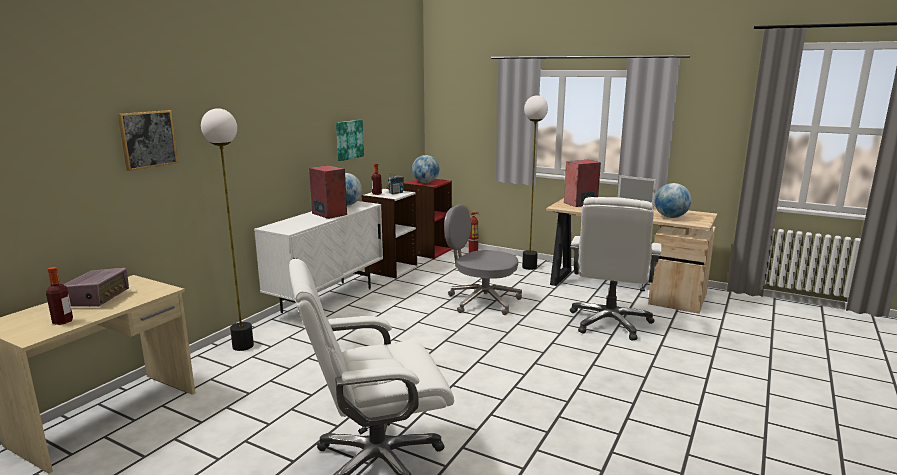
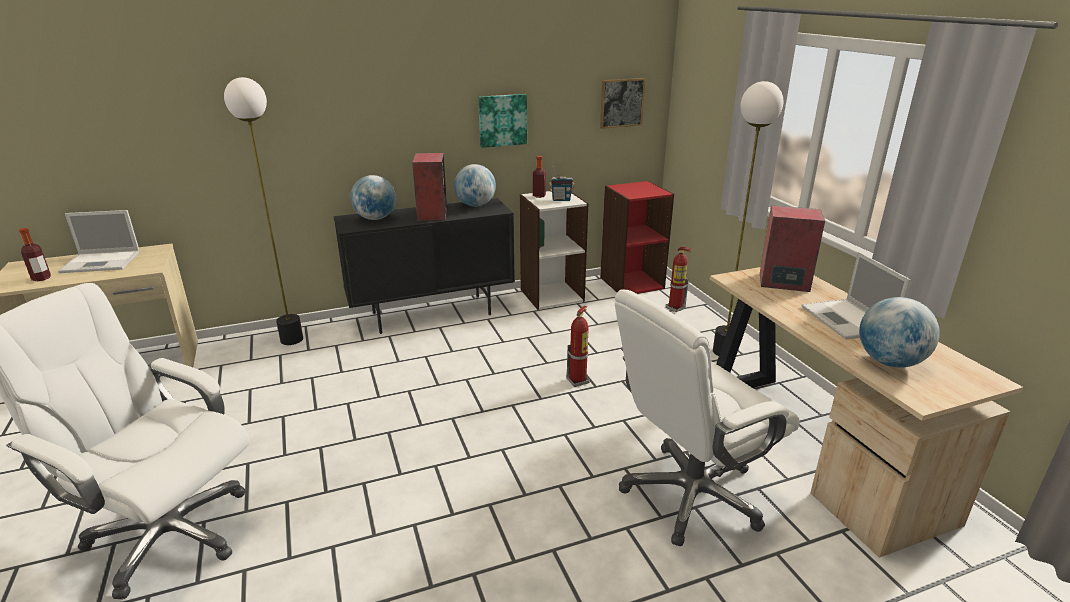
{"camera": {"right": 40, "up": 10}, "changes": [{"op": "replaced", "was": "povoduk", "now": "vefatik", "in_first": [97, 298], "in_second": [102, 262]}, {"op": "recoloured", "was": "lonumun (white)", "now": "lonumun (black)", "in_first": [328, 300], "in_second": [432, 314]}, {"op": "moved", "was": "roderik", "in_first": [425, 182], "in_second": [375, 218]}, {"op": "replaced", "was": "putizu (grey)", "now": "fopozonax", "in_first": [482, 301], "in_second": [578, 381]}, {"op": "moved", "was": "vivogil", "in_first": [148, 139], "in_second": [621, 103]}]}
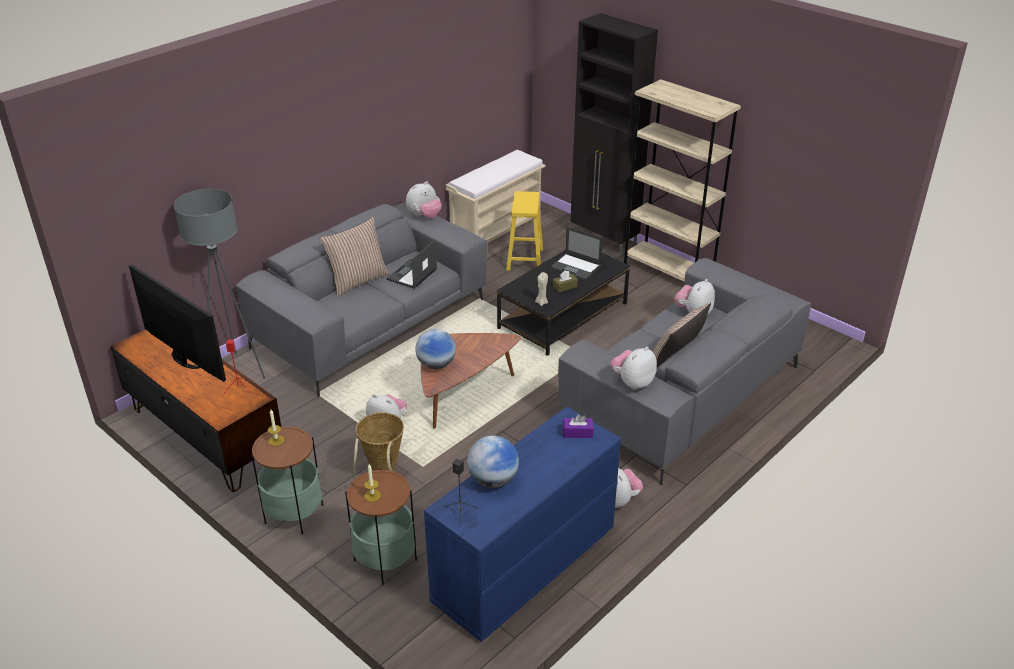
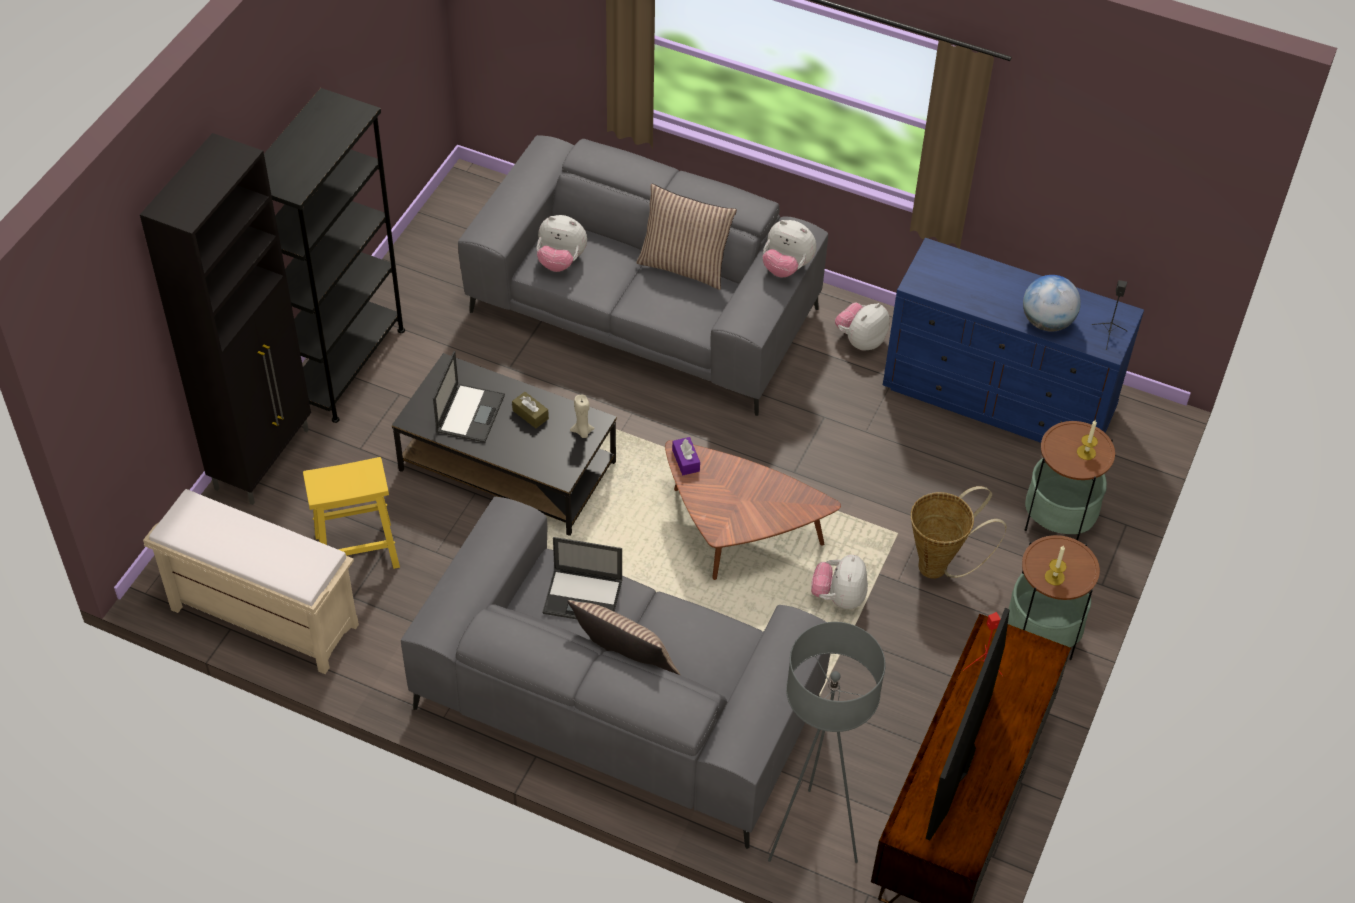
{"camera": {"right": -110, "up": 15}, "changes": [{"op": "recoloured", "was": "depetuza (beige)", "now": "depetuza (black)", "in_first": [667, 273], "in_second": [345, 365]}, {"op": "moved", "was": "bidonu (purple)", "in_first": [577, 432], "in_second": [685, 460]}, {"op": "removed", "was": "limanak", "in_first": [424, 216]}, {"op": "removed", "was": "roderik", "in_first": [436, 364]}]}
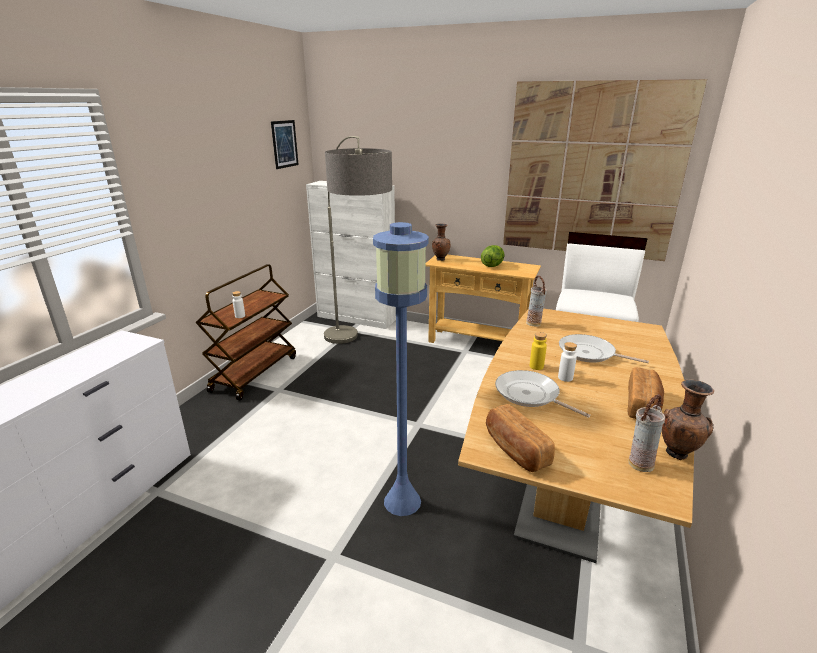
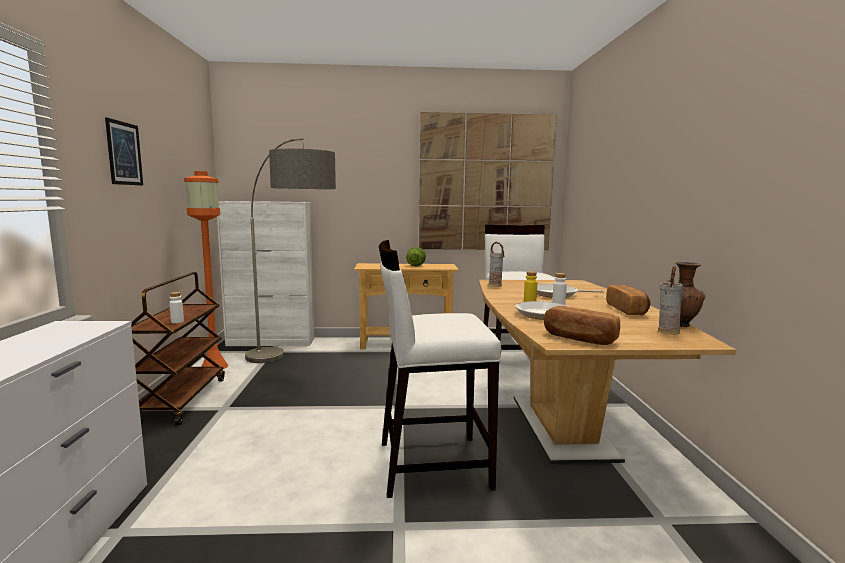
{"camera": {"right": -25, "up": -15}, "changes": [{"op": "moved", "was": "vivogil", "in_first": [284, 144], "in_second": [124, 153]}, {"op": "added", "now": "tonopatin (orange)", "in_second": [214, 366]}, {"op": "replaced", "was": "tonopatin (blue)", "now": "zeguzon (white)", "in_first": [402, 501], "in_second": [432, 464]}, {"op": "removed", "was": "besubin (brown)", "in_first": [440, 259]}]}
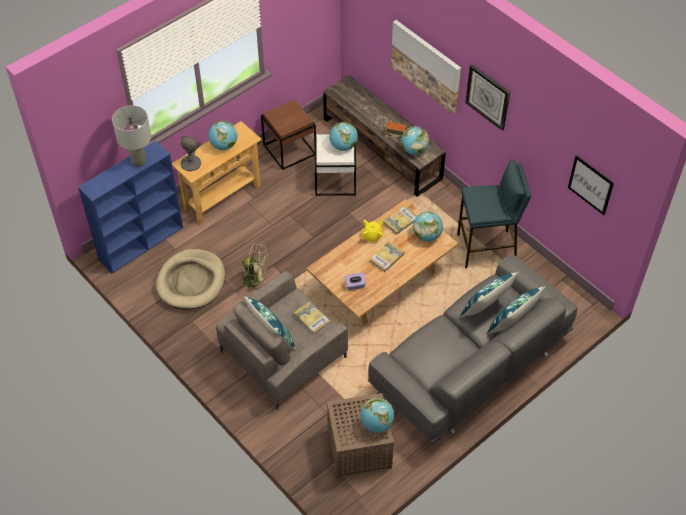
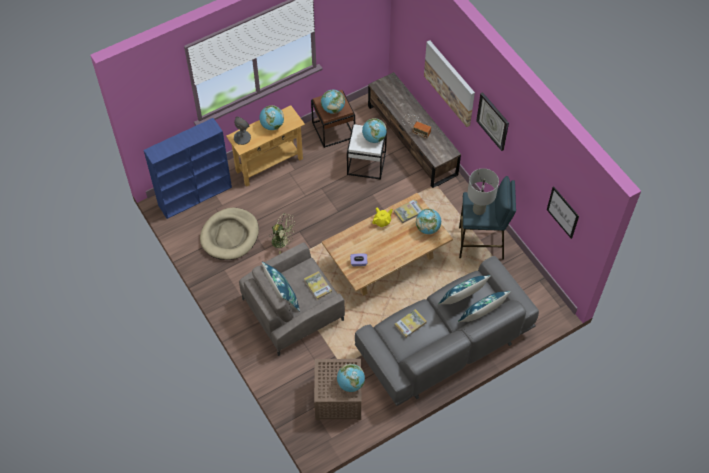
{"camera": {"right": 10, "up": 5}, "changes": [{"op": "moved", "was": "roderik", "in_first": [414, 150], "in_second": [333, 109]}, {"op": "moved", "was": "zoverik", "in_first": [387, 257], "in_second": [410, 324]}, {"op": "moved", "was": "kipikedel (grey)", "in_first": [139, 161], "in_second": [479, 210]}]}
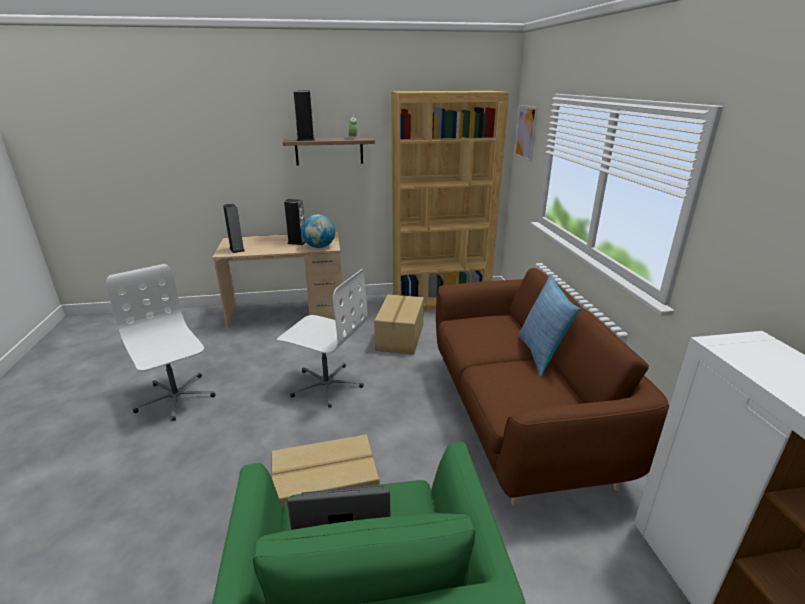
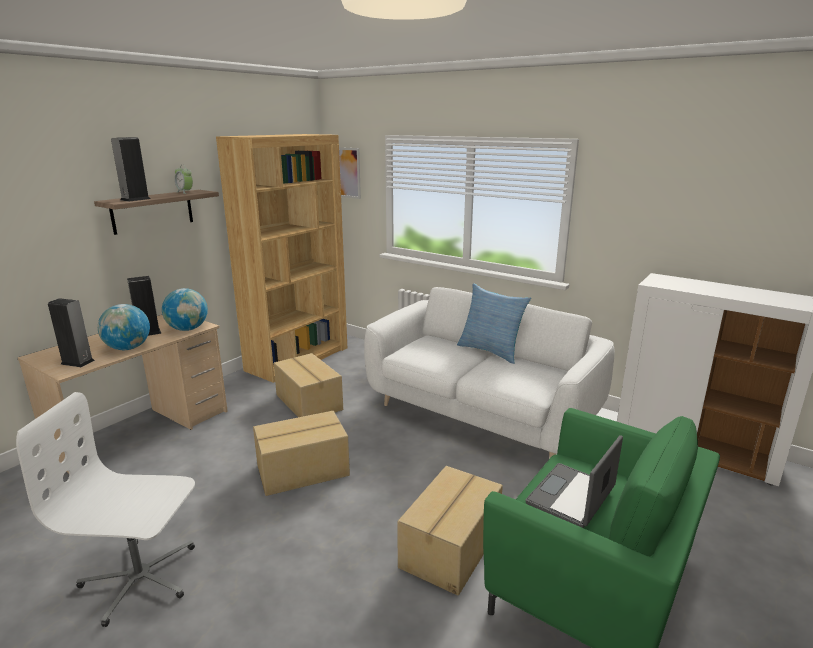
{"camera": {"right": -45, "up": -5}, "changes": [{"op": "added", "now": "roderik", "in_second": [128, 348]}, {"op": "replaced", "was": "putizu (white)", "now": "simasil", "in_first": [326, 385], "in_second": [303, 471]}, {"op": "recoloured", "was": "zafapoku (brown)", "now": "zafapoku (white)", "in_first": [519, 417], "in_second": [481, 414]}]}
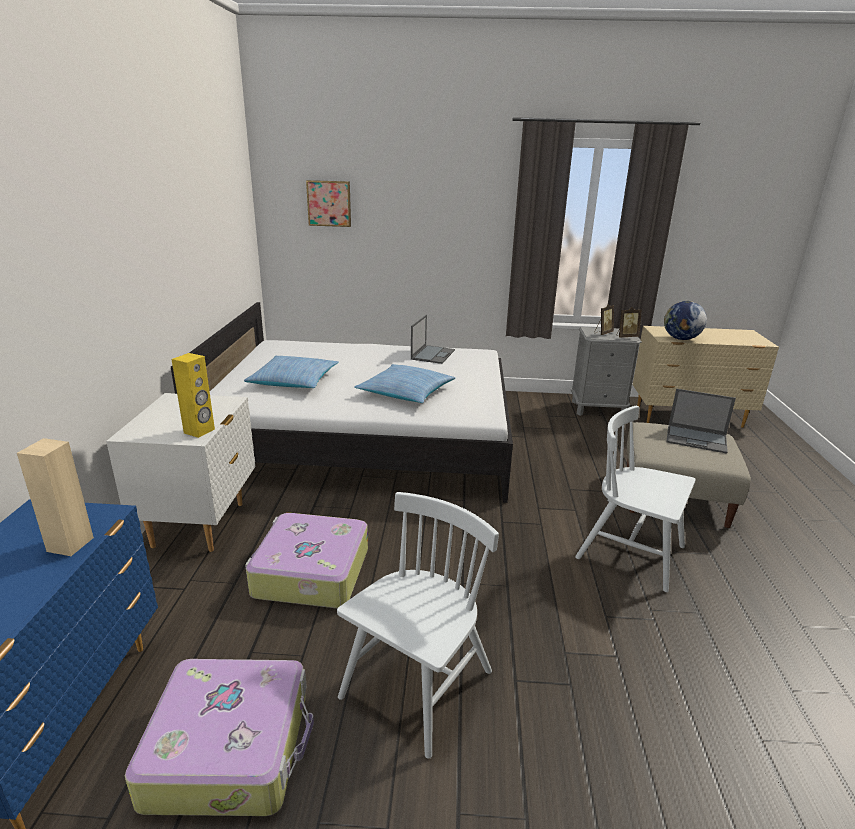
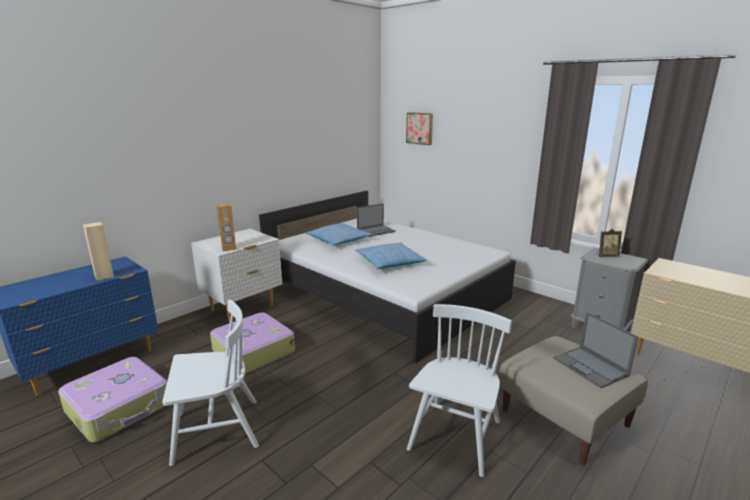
{"camera": {"right": 40, "up": -5}, "changes": [{"op": "recoloured", "was": "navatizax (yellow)", "now": "navatizax (brown)", "in_first": [199, 431], "in_second": [229, 248]}, {"op": "moved", "was": "vefatik", "in_first": [433, 354], "in_second": [376, 231]}, {"op": "turned", "was": "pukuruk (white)", "in_first": [631, 553], "in_second": [455, 436], "clockwise": 45}, {"op": "removed", "was": "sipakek", "in_first": [626, 336]}, {"op": "removed", "was": "roderik", "in_first": [680, 339]}]}
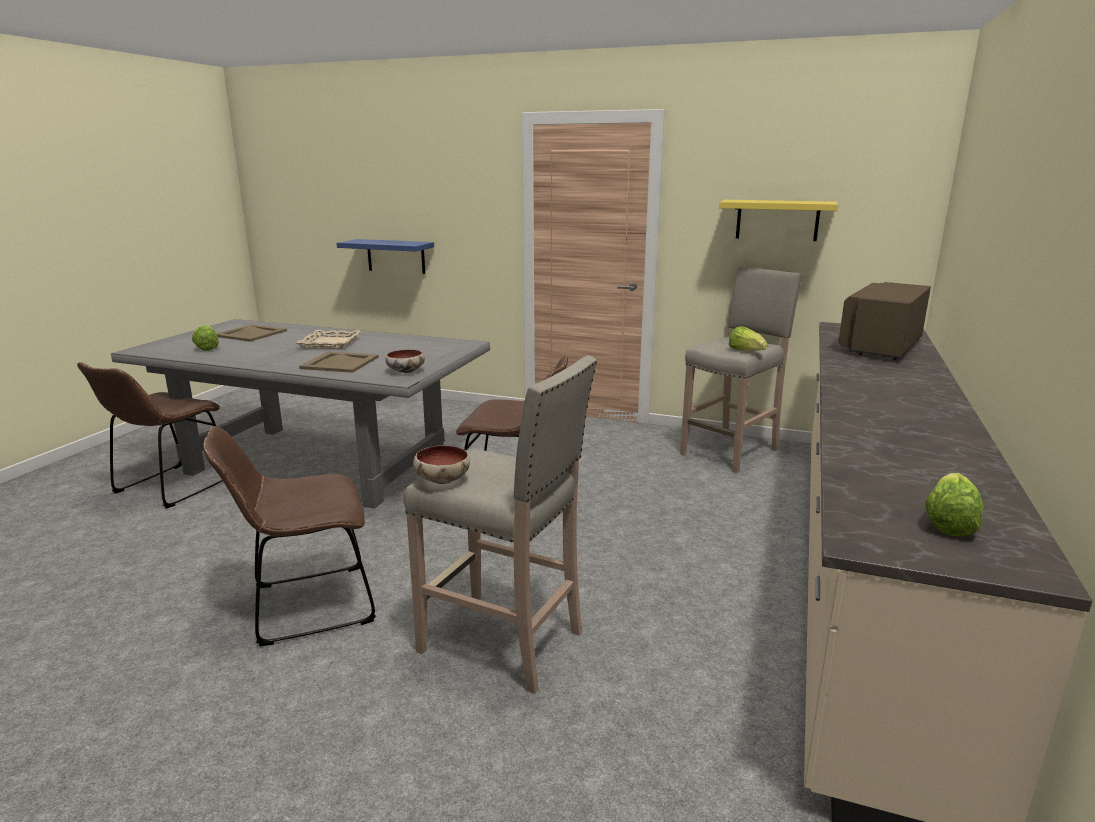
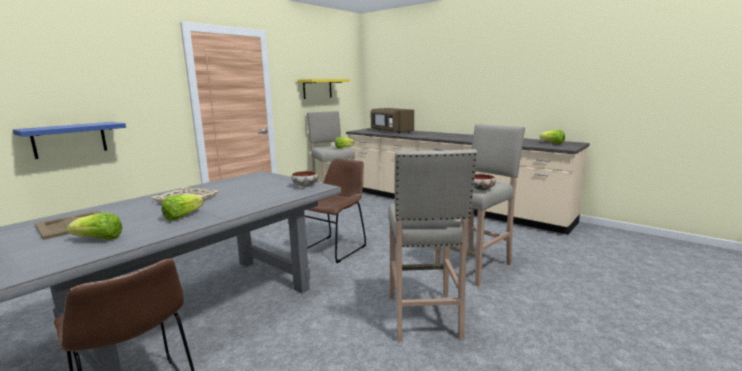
{"camera": {"right": -70, "up": -5}, "changes": [{"op": "added", "now": "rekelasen", "in_second": [182, 216]}, {"op": "replaced", "was": "pukuruk (brown)", "now": "zeguzon (beige)", "in_first": [305, 606], "in_second": [424, 317]}, {"op": "removed", "was": "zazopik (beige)", "in_first": [340, 362]}]}
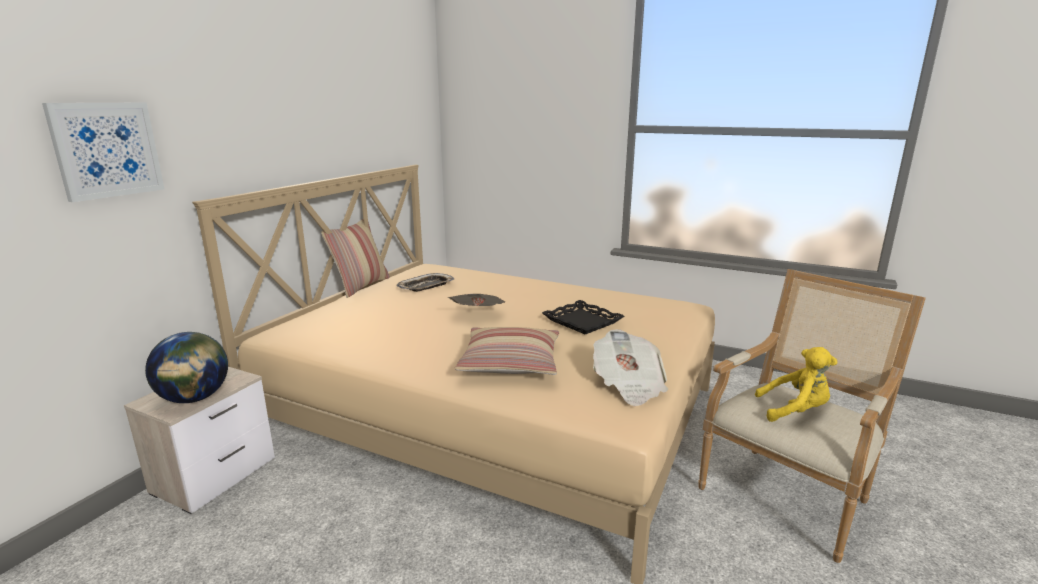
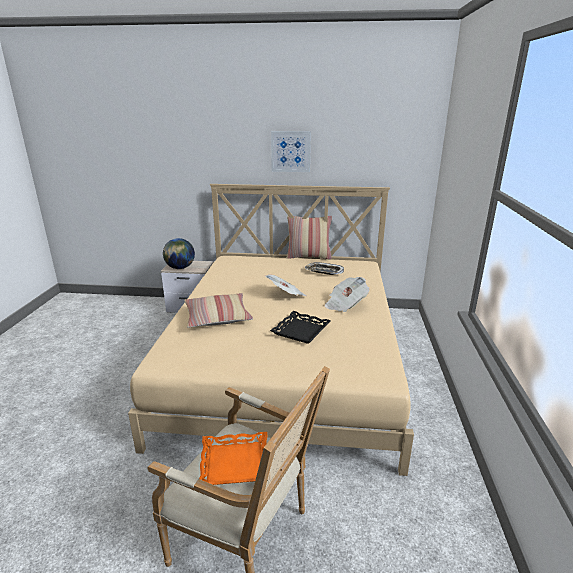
{"camera": {"right": 70, "up": 5}, "changes": [{"op": "replaced", "was": "limanak (yellow)", "now": "zazopik (orange)", "in_first": [794, 411], "in_second": [235, 464]}, {"op": "moved", "was": "vivogil", "in_first": [106, 150], "in_second": [291, 151]}, {"op": "moved", "was": "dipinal", "in_first": [628, 385], "in_second": [345, 304]}]}
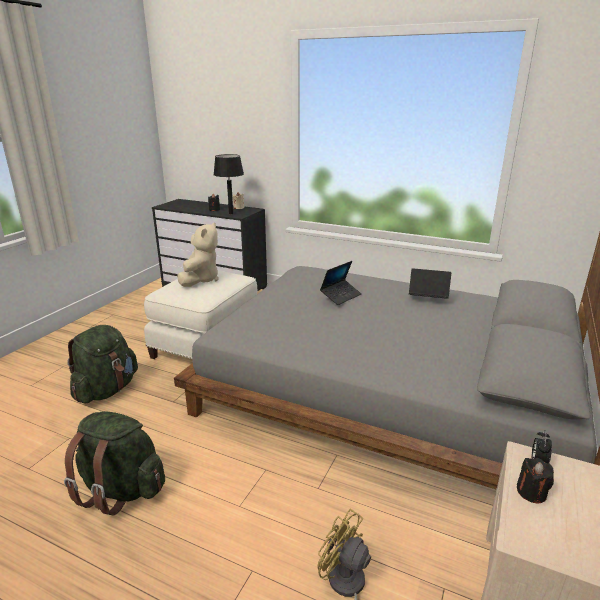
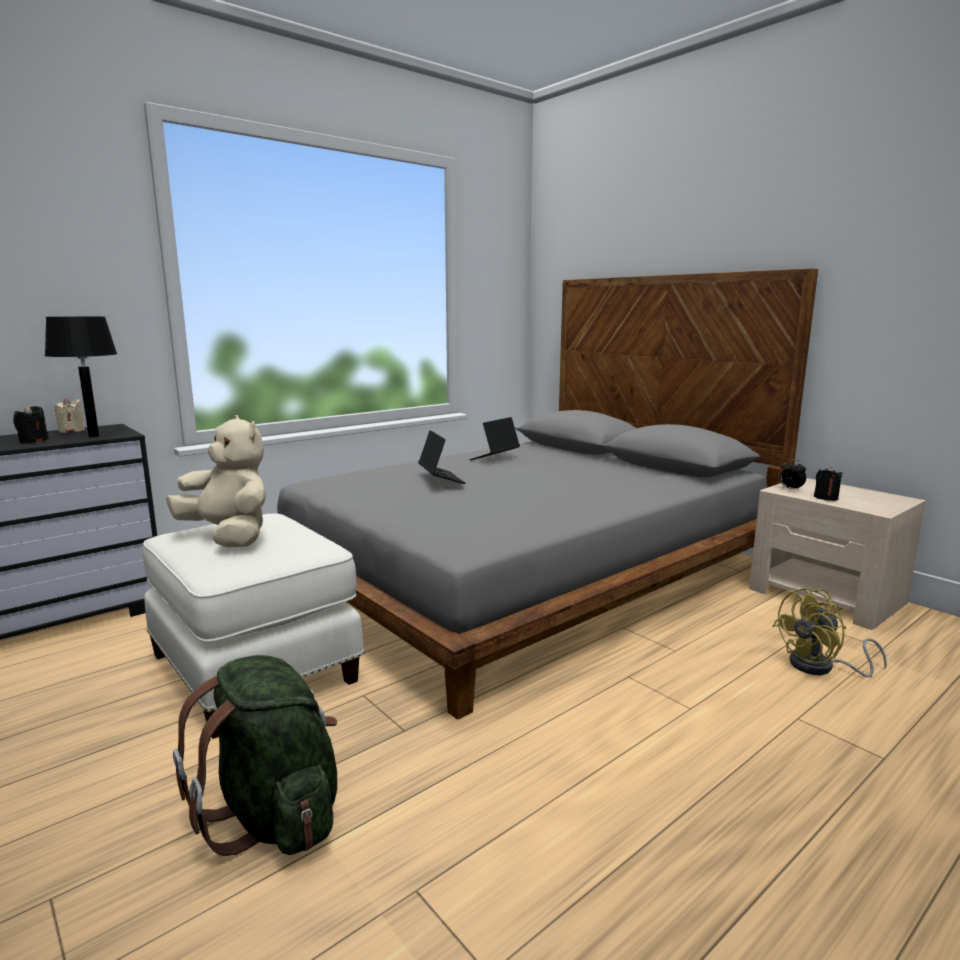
{"camera": {"right": -65, "up": -10}, "changes": [{"op": "removed", "was": "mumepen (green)", "in_first": [121, 489]}]}
